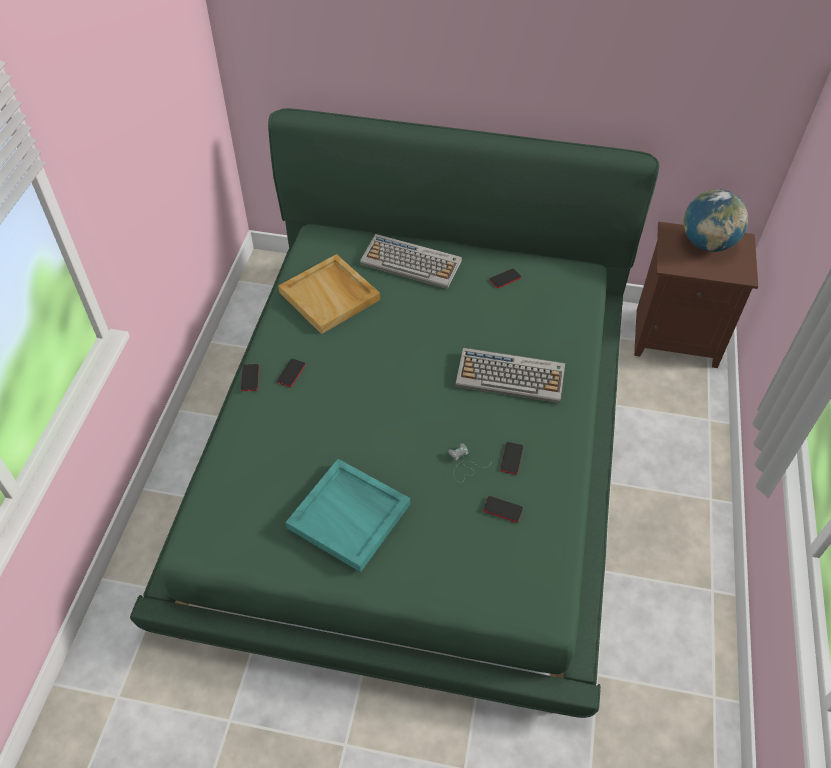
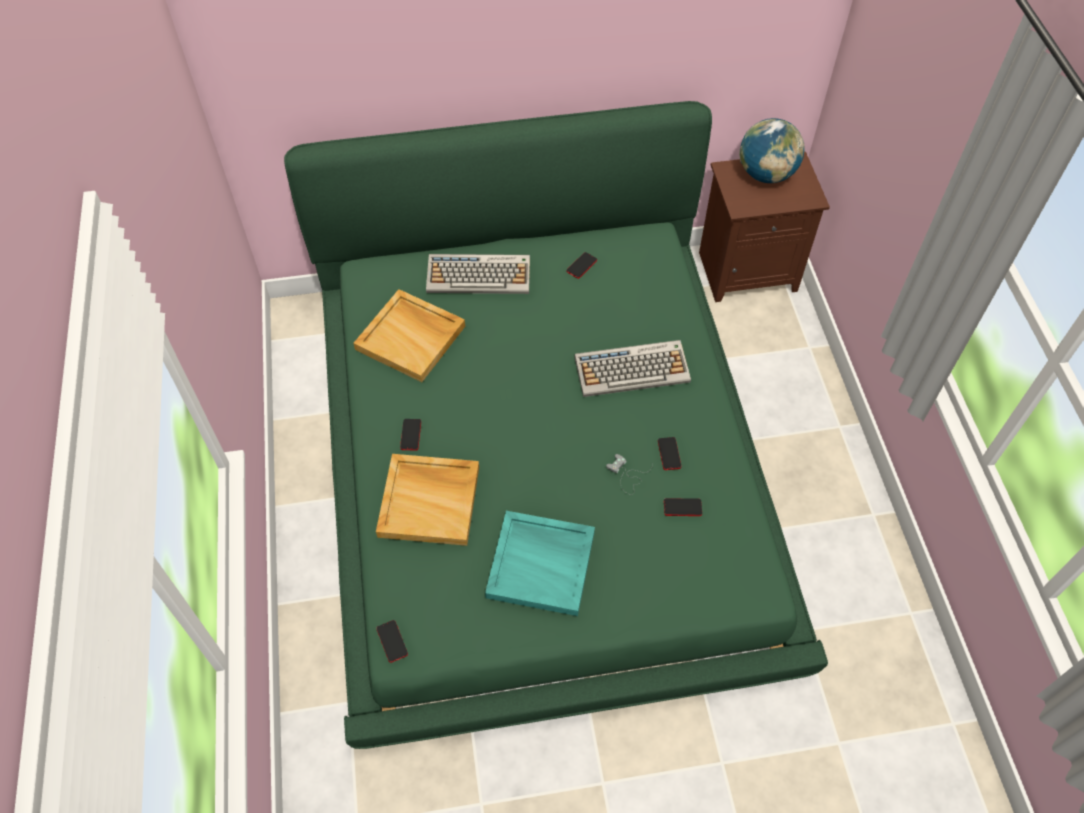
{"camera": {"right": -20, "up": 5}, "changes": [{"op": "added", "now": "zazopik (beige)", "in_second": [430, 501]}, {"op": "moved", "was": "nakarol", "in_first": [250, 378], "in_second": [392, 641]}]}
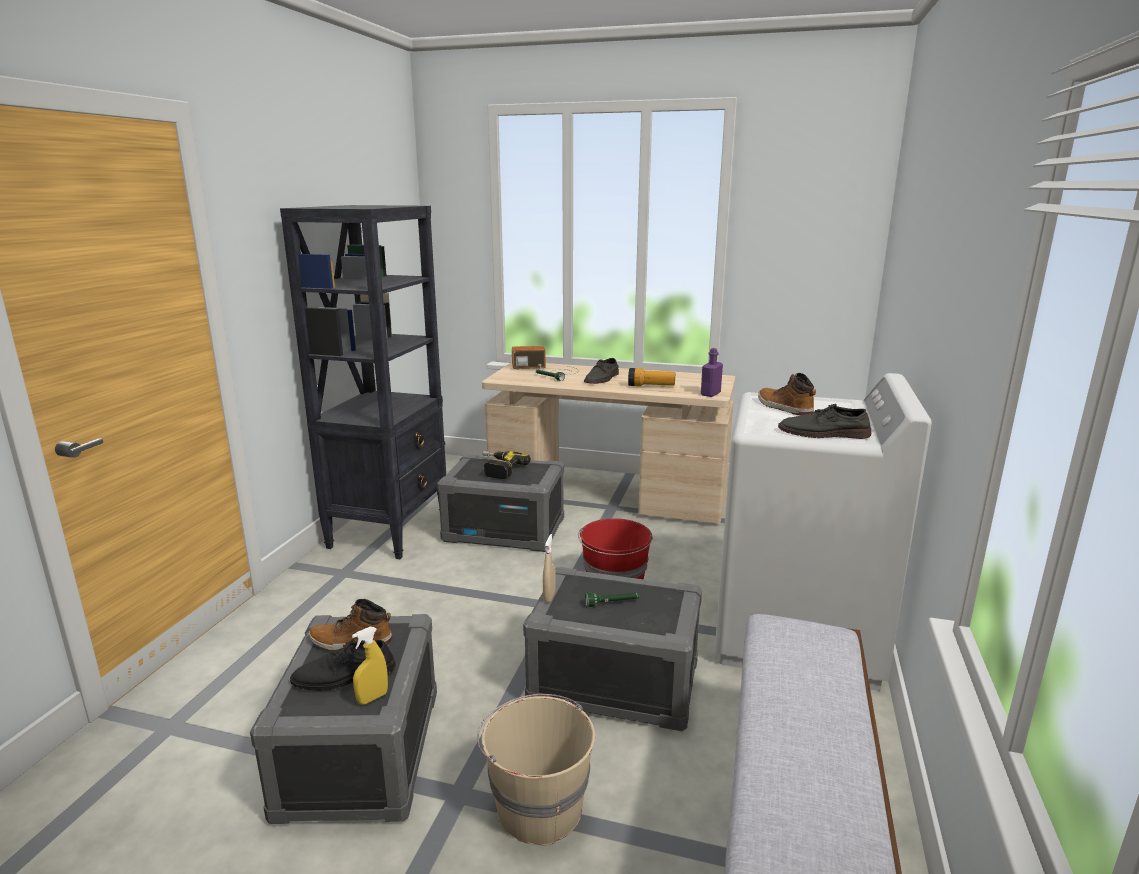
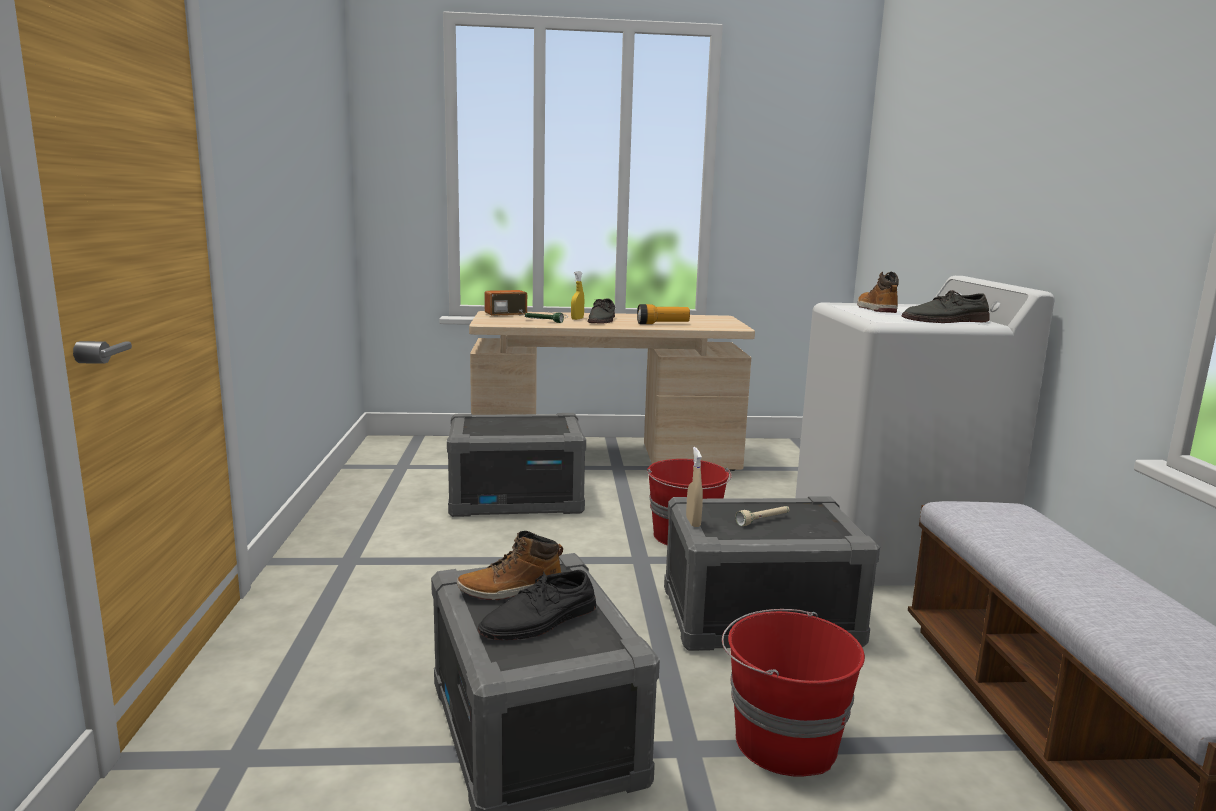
{"camera": {"right": -20, "up": -5}, "changes": [{"op": "moved", "was": "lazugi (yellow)", "in_first": [372, 698], "in_second": [577, 319]}, {"op": "recoloured", "was": "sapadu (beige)", "now": "sapadu (red)", "in_first": [538, 807], "in_second": [783, 741]}, {"op": "recoloured", "was": "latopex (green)", "now": "latopex (beige)", "in_first": [612, 603], "in_second": [763, 521]}, {"op": "turned", "was": "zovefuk", "in_first": [784, 408], "in_second": [875, 309], "clockwise": 45}, {"op": "removed", "was": "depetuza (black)", "in_first": [390, 530]}, {"op": "removed", "was": "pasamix", "in_first": [498, 469]}, {"op": "removed", "was": "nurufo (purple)", "in_first": [710, 394]}]}
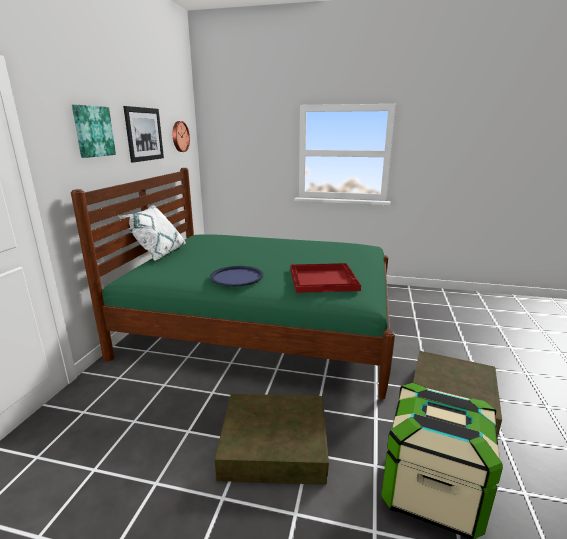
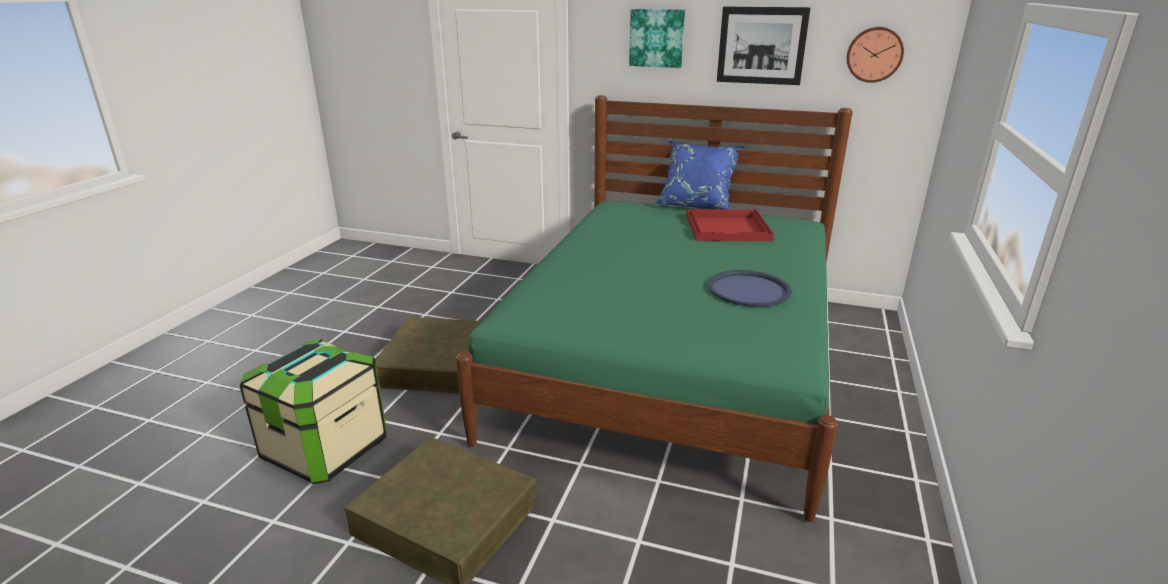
{"camera": {"right": 95, "up": 5}, "changes": [{"op": "recoloured", "was": "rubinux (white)", "now": "rubinux (blue)", "in_first": [158, 253], "in_second": [696, 206]}, {"op": "moved", "was": "zazopik (red)", "in_first": [323, 279], "in_second": [728, 228]}, {"op": "moved", "was": "zazopik (blue)", "in_first": [237, 277], "in_second": [749, 290]}]}
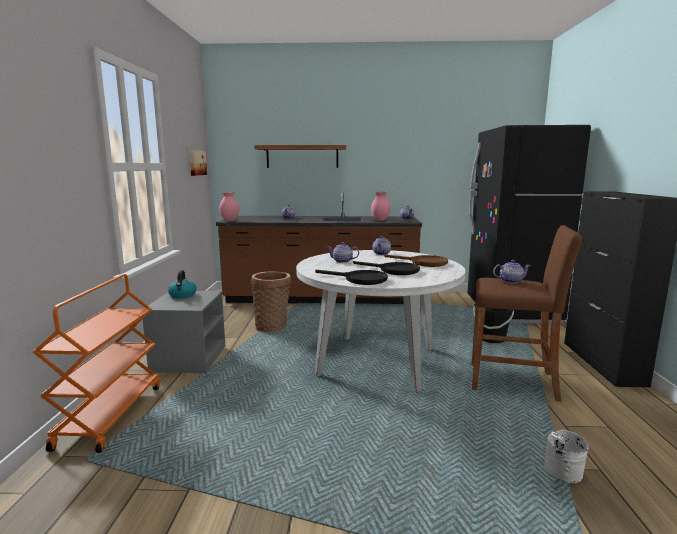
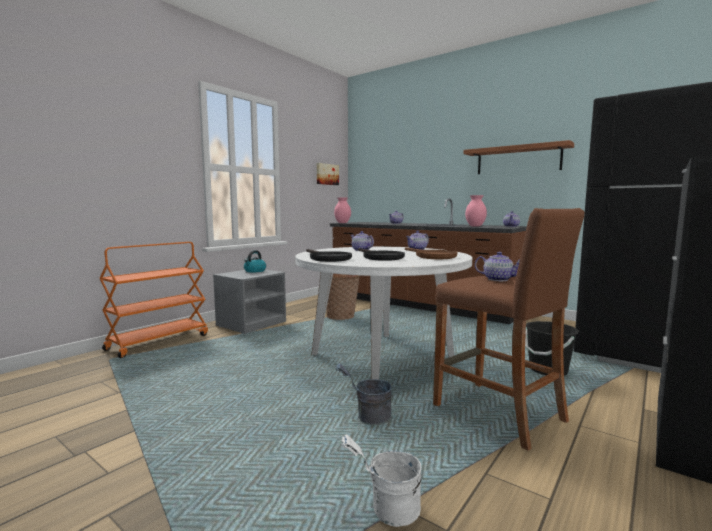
{"camera": {"right": 35, "up": -5}, "changes": [{"op": "added", "now": "sapadu (grey)", "in_second": [367, 418]}, {"op": "moved", "was": "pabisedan", "in_first": [302, 156], "in_second": [518, 160]}]}
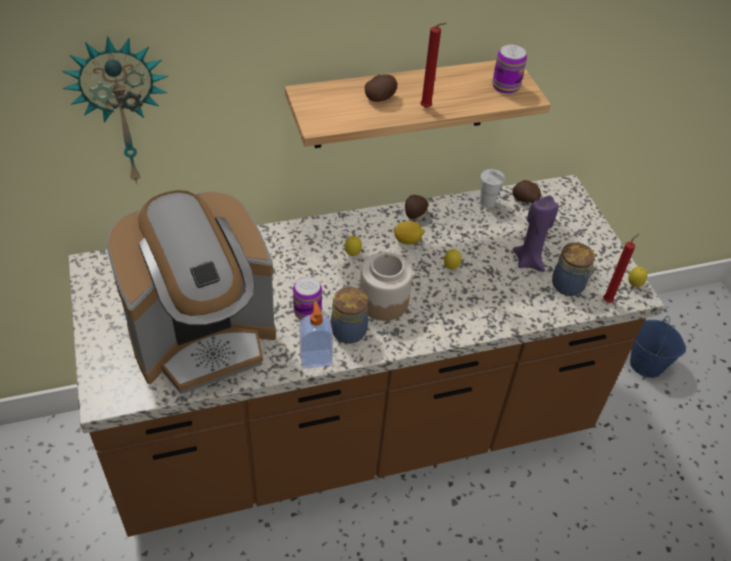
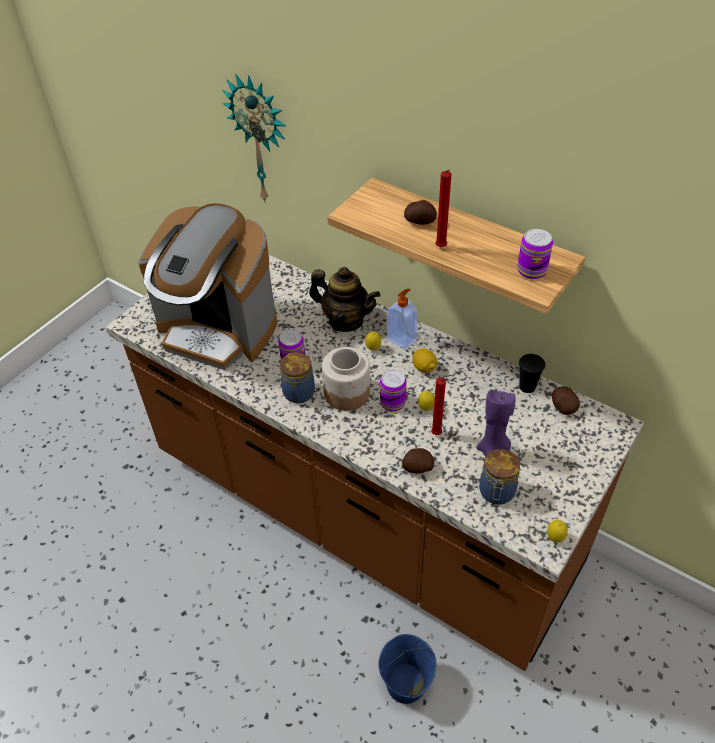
{"camera": {"right": 55, "up": 0}, "changes": [{"op": "added", "now": "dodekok", "in_second": [345, 320]}, {"op": "moved", "was": "sapadu (blue)", "in_first": [647, 364], "in_second": [406, 684]}, {"op": "added", "now": "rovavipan", "in_second": [392, 402]}, {"op": "moved", "was": "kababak", "in_first": [315, 358], "in_second": [402, 339]}, {"op": "moved", "was": "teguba", "in_first": [414, 214], "in_second": [417, 468]}, {"op": "moved", "was": "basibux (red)", "in_first": [608, 300], "in_second": [438, 434]}, {"op": "recoloured", "was": "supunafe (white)", "now": "supunafe (black)", "in_first": [487, 202], "in_second": [527, 387]}]}
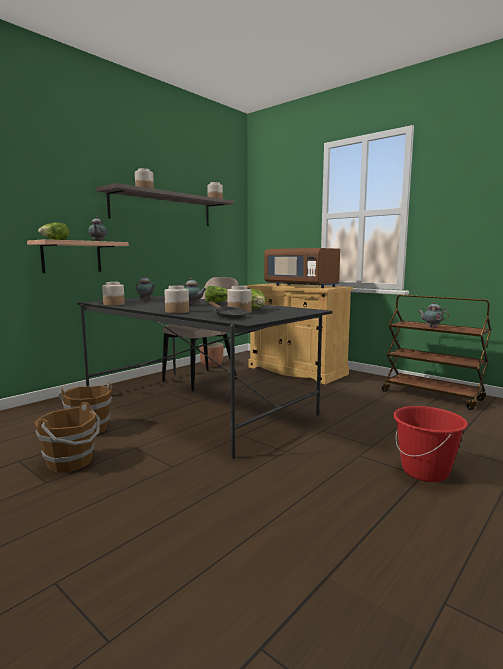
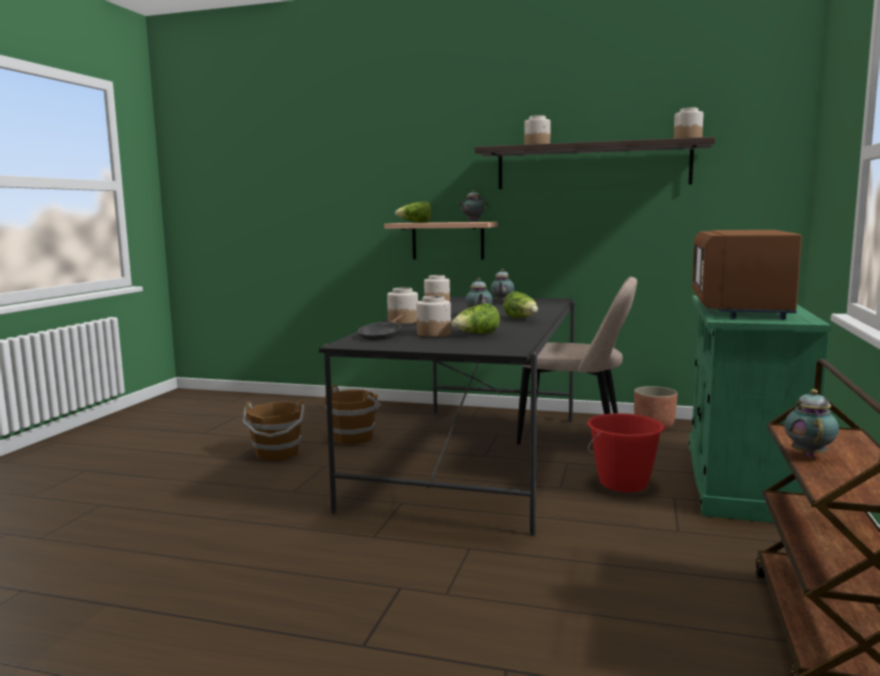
{"camera": {"right": 65, "up": 0}, "changes": [{"op": "moved", "was": "sapadu (red)", "in_first": [425, 471], "in_second": [623, 483]}, {"op": "recoloured", "was": "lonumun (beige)", "now": "lonumun (green)", "in_first": [296, 371], "in_second": [741, 481]}]}
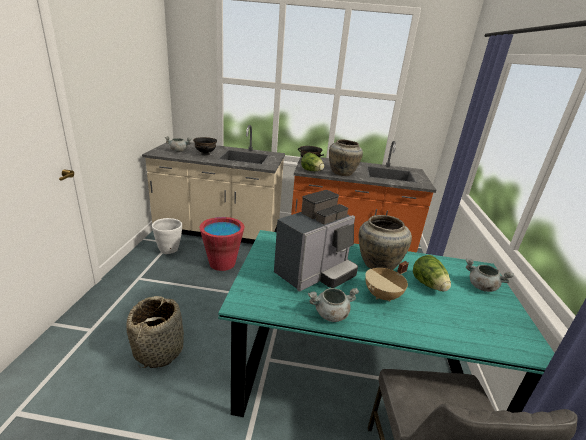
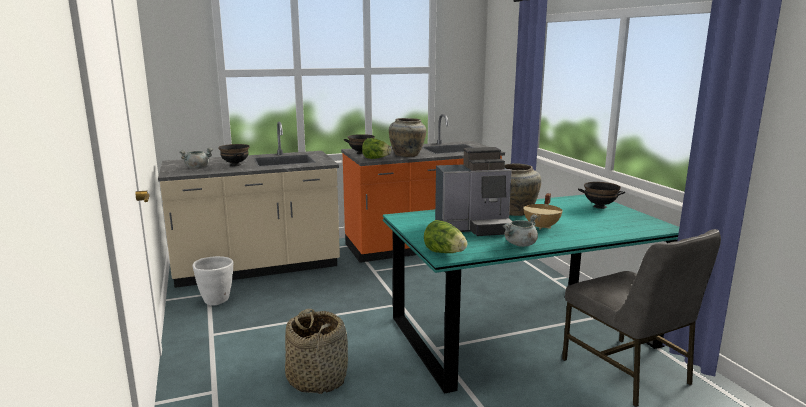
{"camera": {"right": -25, "up": -10}, "changes": [{"op": "moved", "was": "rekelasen", "in_first": [429, 285], "in_second": [445, 253]}, {"op": "turned", "was": "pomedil", "in_first": [315, 273], "in_second": [474, 227], "clockwise": 60}, {"op": "replaced", "was": "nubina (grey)", "now": "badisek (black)", "in_first": [481, 286], "in_second": [599, 207]}, {"op": "removed", "was": "sapadu (red)", "in_first": [222, 263]}]}
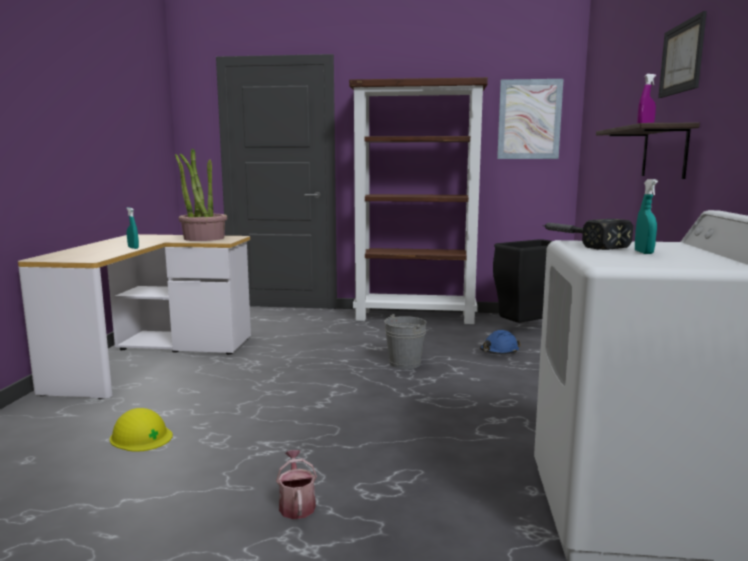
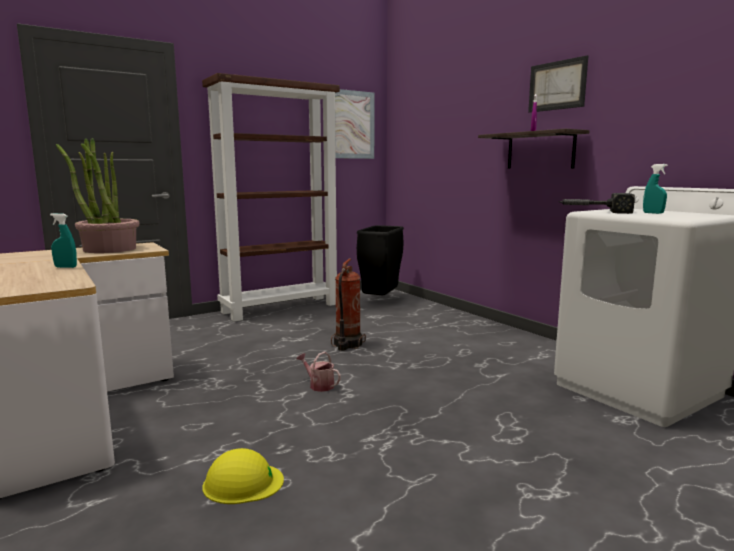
{"camera": {"right": -40, "up": 0}, "changes": [{"op": "moved", "was": "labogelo", "in_first": [296, 504], "in_second": [319, 385]}, {"op": "replaced", "was": "sapadu (grey)", "now": "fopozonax", "in_first": [404, 363], "in_second": [347, 345]}, {"op": "removed", "was": "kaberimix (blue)", "in_first": [499, 351]}]}
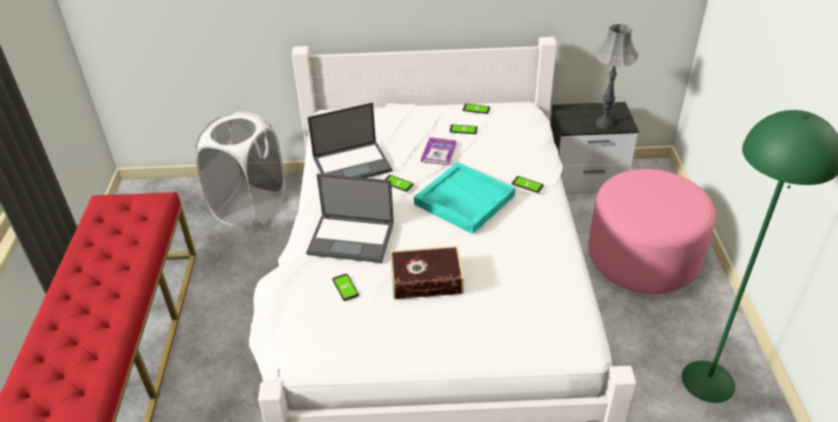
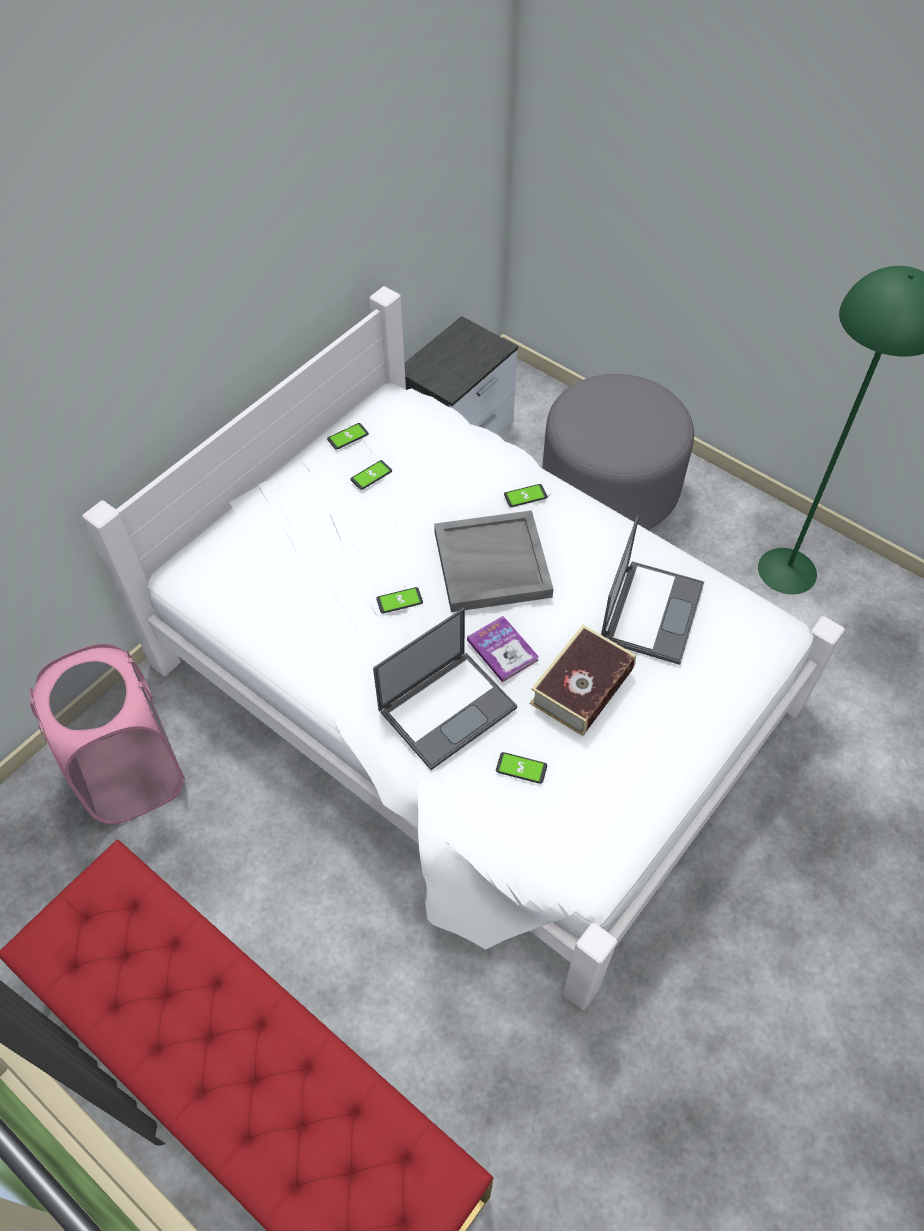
{"camera": {"right": -50, "up": 15}, "changes": [{"op": "recoloured", "was": "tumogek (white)", "now": "tumogek (pink)", "in_first": [250, 208], "in_second": [132, 773]}, {"op": "recoloured", "was": "zazopik (turquoise)", "now": "zazopik (grey)", "in_first": [463, 200], "in_second": [491, 565]}, {"op": "moved", "was": "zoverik", "in_first": [439, 152], "in_second": [502, 650]}, {"op": "recoloured", "was": "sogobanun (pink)", "now": "sogobanun (grey)", "in_first": [642, 258], "in_second": [610, 488]}, {"op": "moved", "was": "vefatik", "in_first": [353, 164], "in_second": [652, 610]}, {"op": "removed", "was": "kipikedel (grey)", "in_first": [604, 124]}]}
